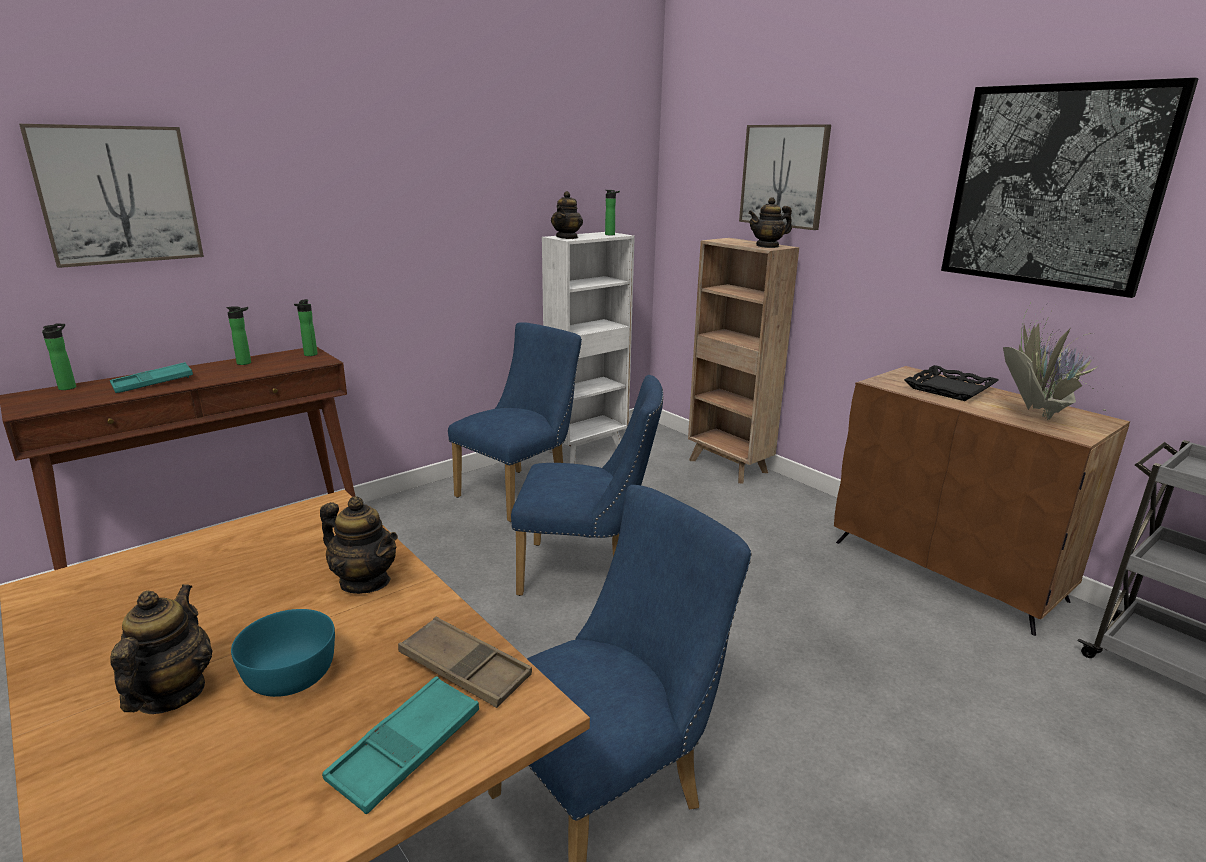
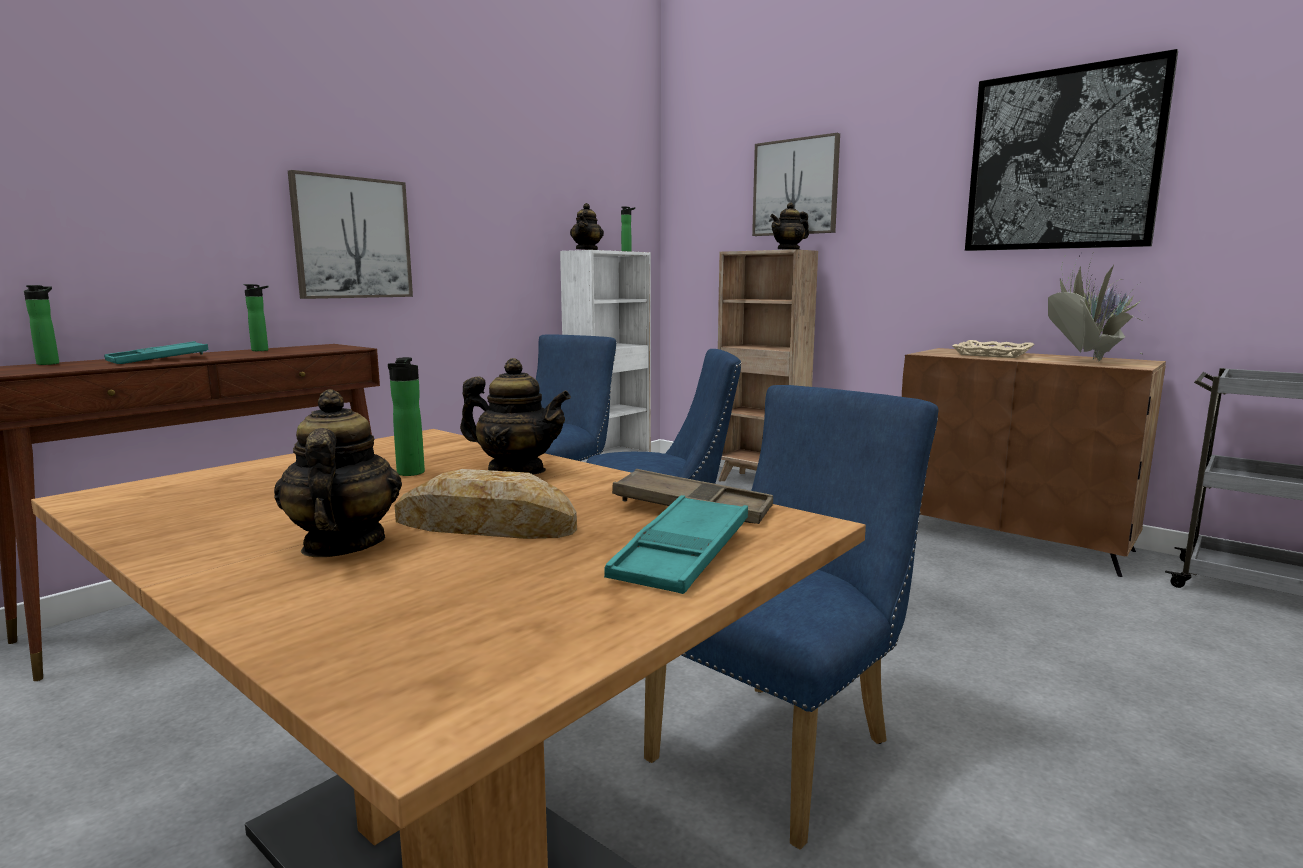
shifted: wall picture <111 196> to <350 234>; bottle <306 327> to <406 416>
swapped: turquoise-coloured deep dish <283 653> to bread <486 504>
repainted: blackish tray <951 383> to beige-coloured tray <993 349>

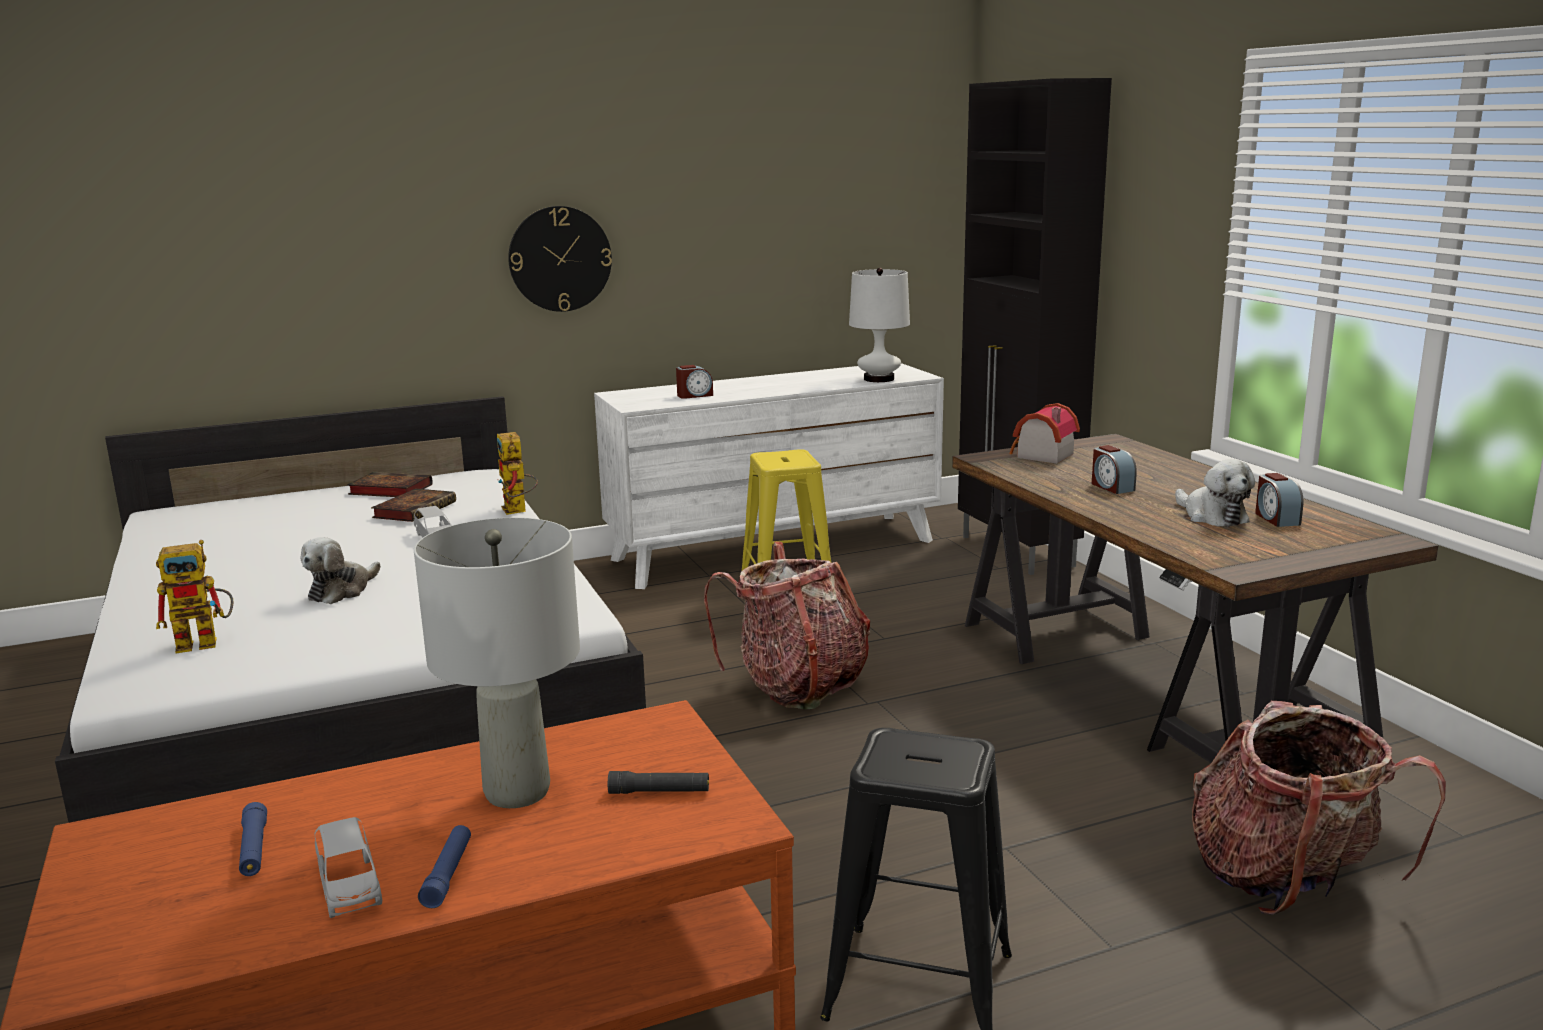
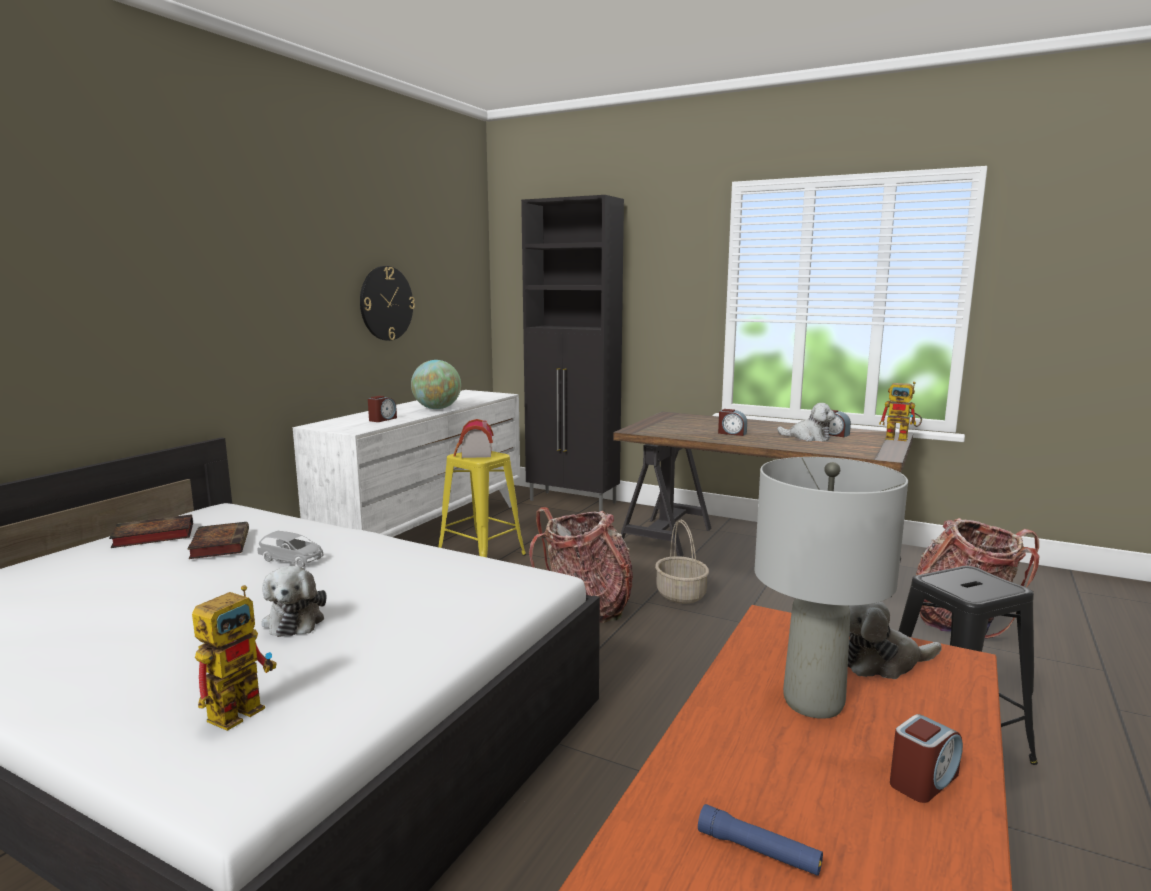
gone: gray miniature car <348 867>; whitish lamp for a table <879 325>
new: world globe <436 384>; household basket <682 562>
shifted: hanging clock <560 259> to <387 303>; toy house <1045 433> to <473 438>; toy robot <517 473> to <900 411>
swapped: blackish torch <658 782> to soft toy <895 640>; bluish torch <444 866> to bedside clock <926 758>

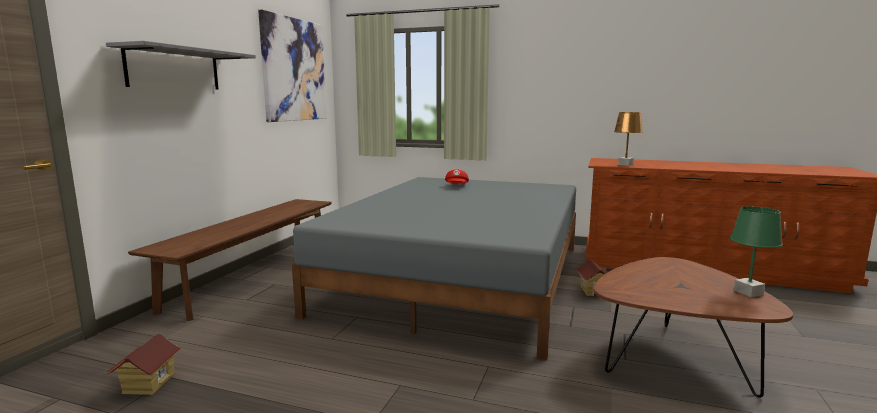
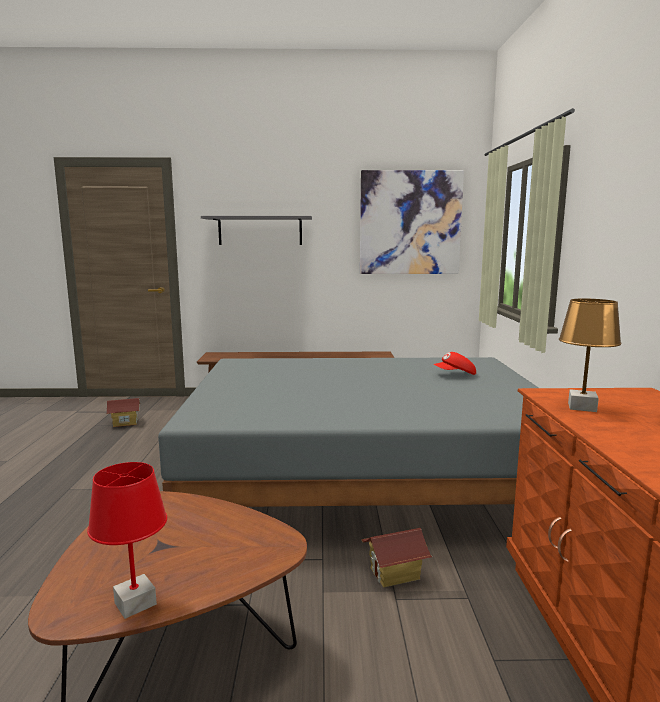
repainted: greenish lamp for a table <756 251> to reddish lamp for a table <127 540>

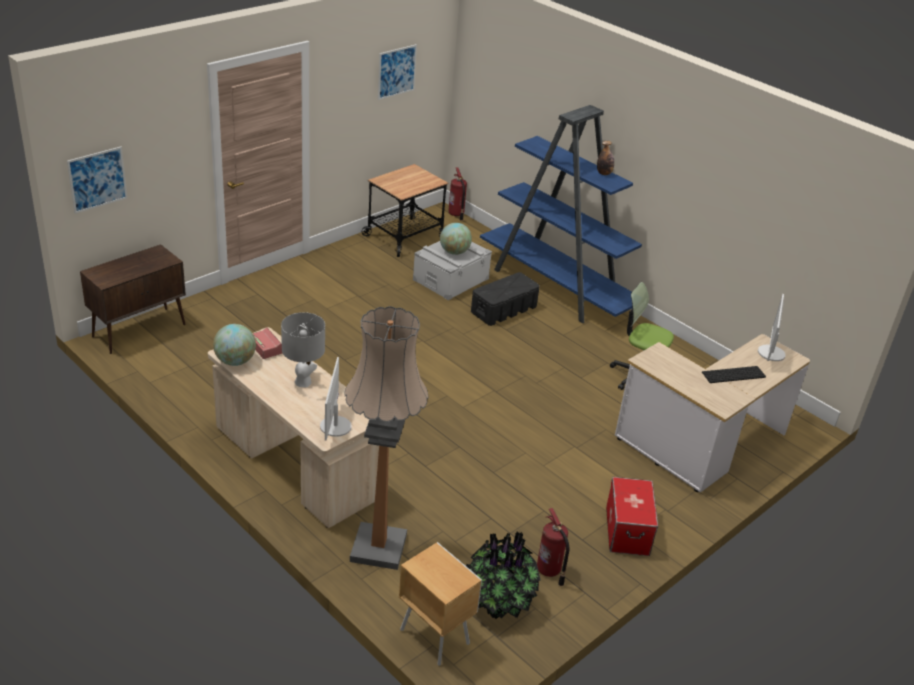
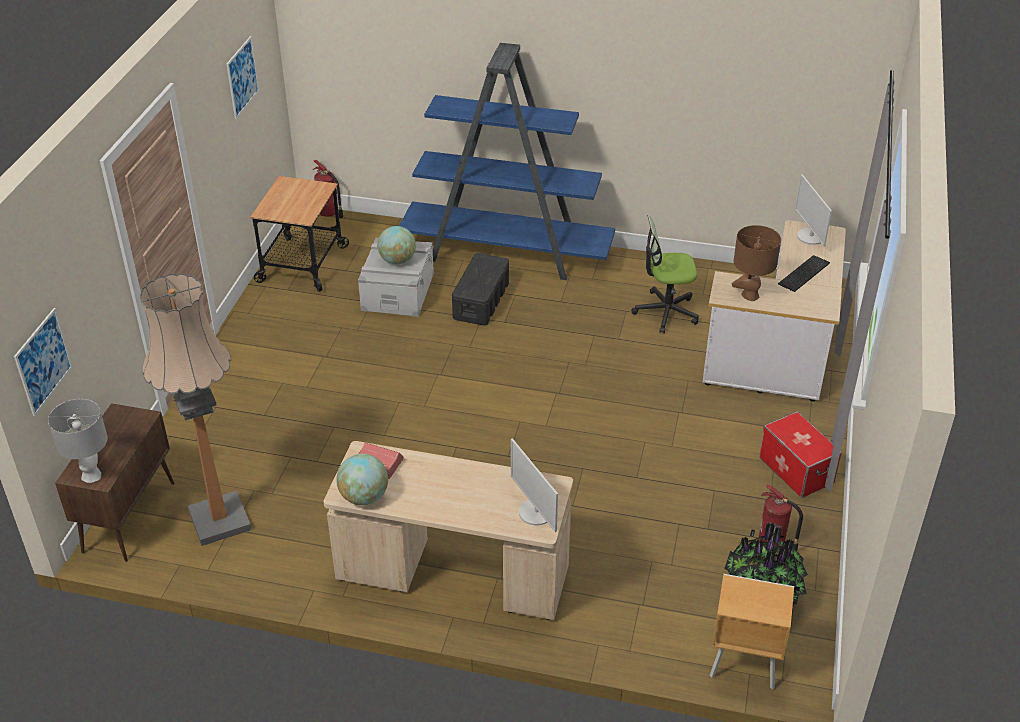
gone: bottle <605 158>
new: brownish lamp for a table <756 263>
shifted: gray lamp for a table <303 349> to <78 441>; standard lamp <386 438> to <195 409>

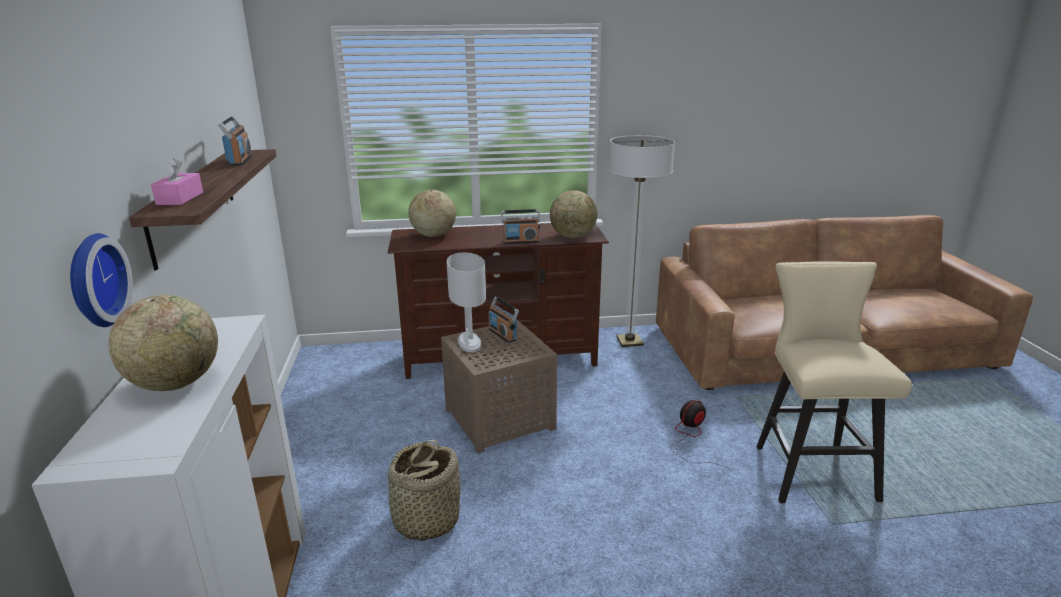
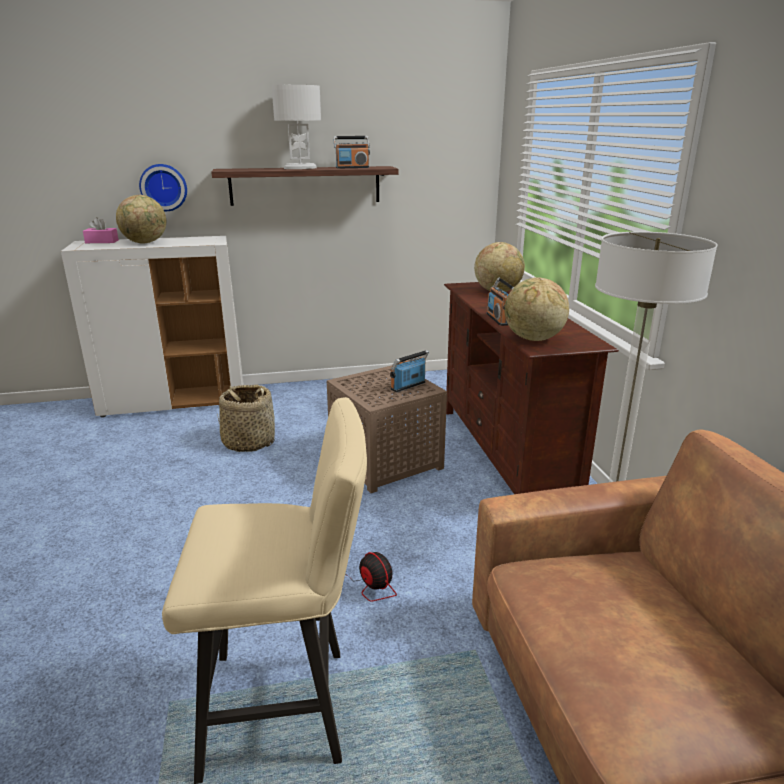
shifted: pink box of tissues <177 181> to <101 230>; whitish lamp for a table <466 302> to <296 127>

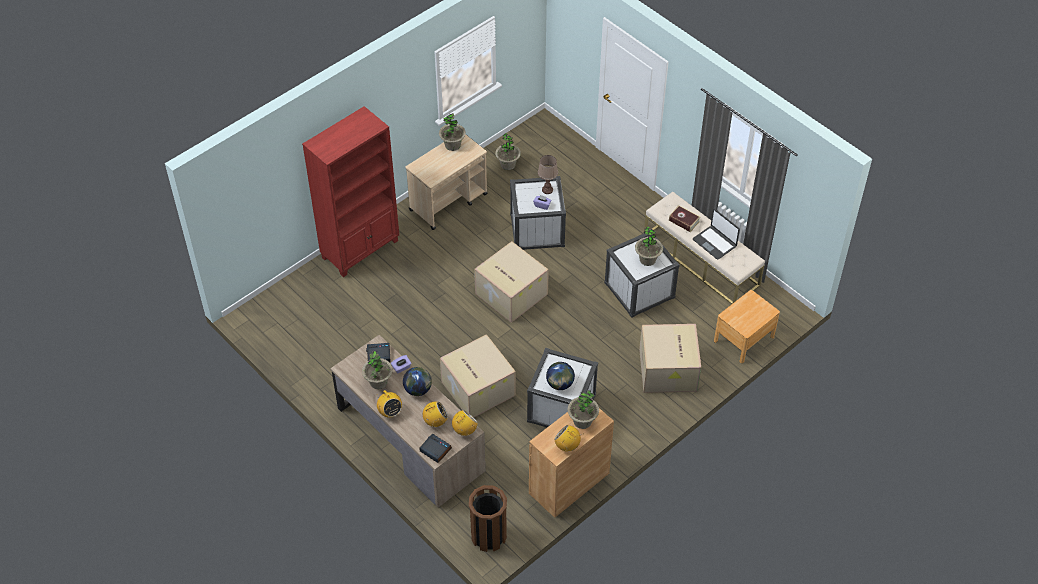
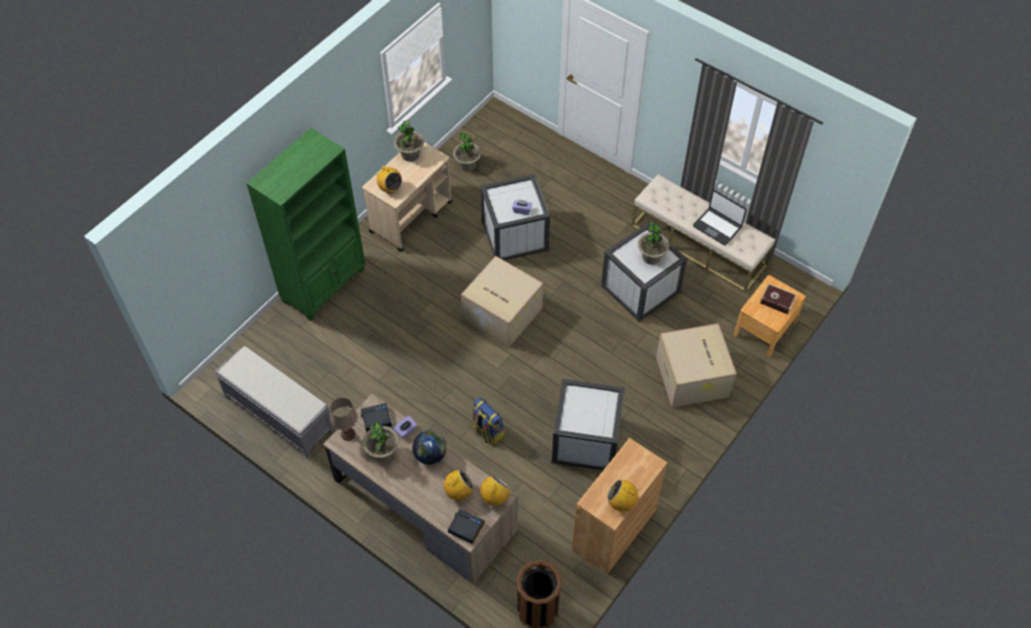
gone: world globe <560 376>; plant in a pot <583 409>
new: gray long seat <274 402>
shifted: brownish lamp for a table <548 174> to <344 419>; radio <389 403> to <389 180>; book <684 218> to <778 299>
swapped: carton <478 376> to backpack <488 421>
repainted: reddish bookshelf <350 191> to greenish bookshelf <305 224>

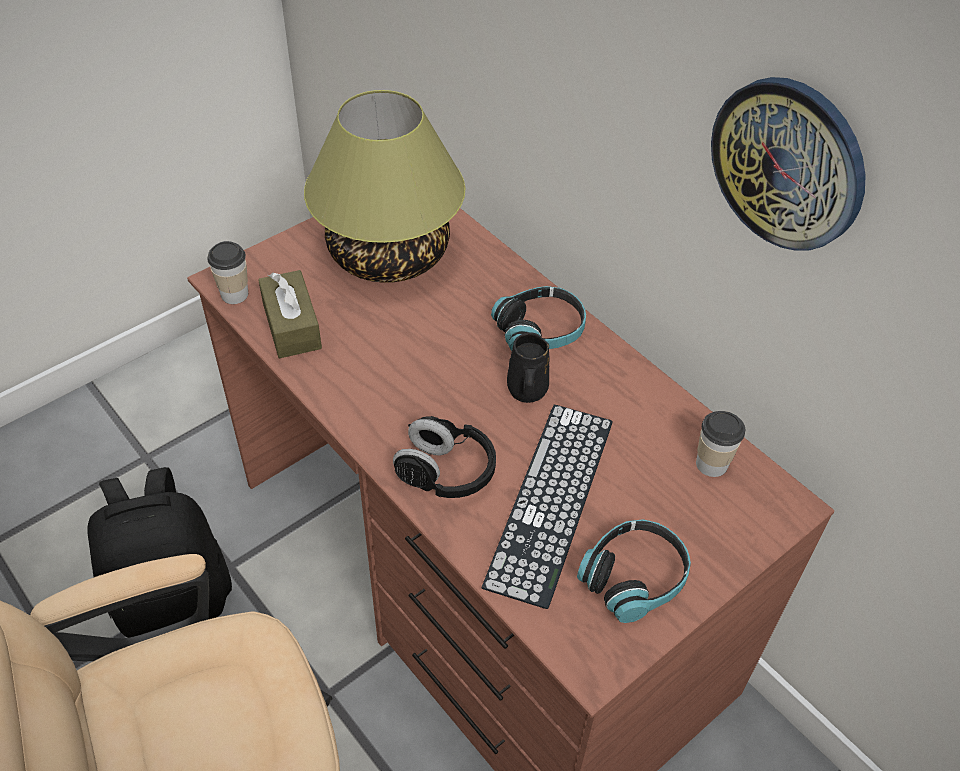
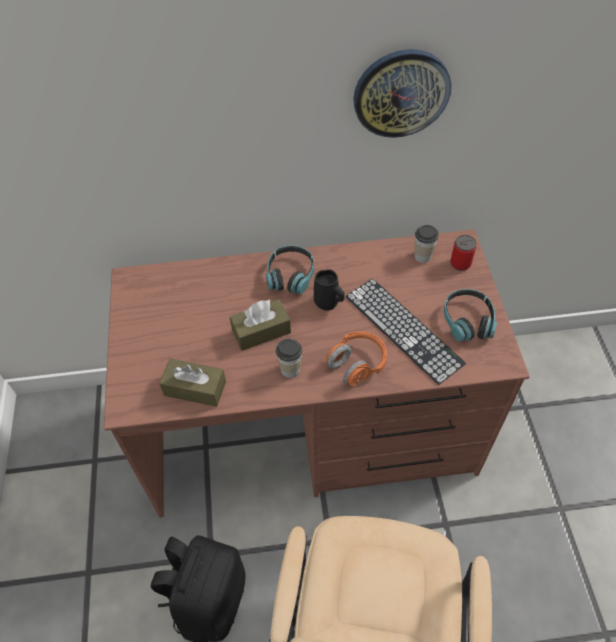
gone: lamp for a table <384 186>
new: brownish box of tissues <260 325>; sealed can <463 253>
shifted: small cup <227 272> to <289 358>
repainted: blackish headset <444 457> to orange headset <355 358>

